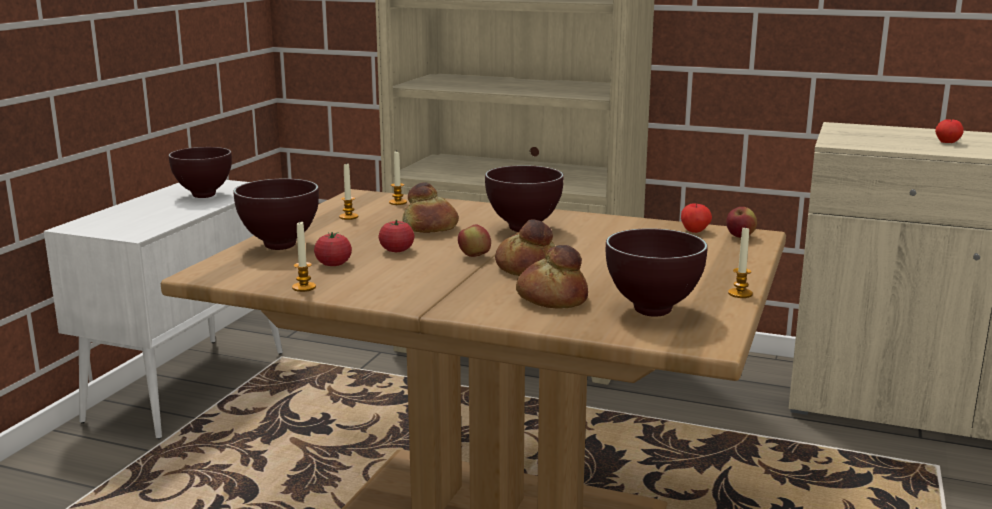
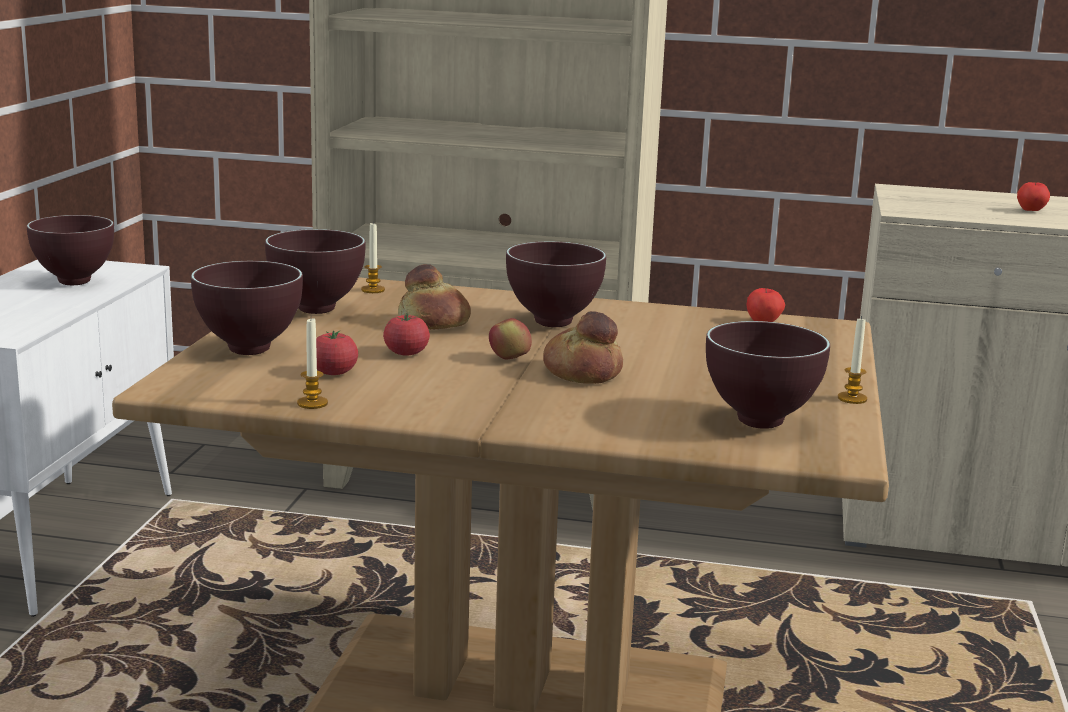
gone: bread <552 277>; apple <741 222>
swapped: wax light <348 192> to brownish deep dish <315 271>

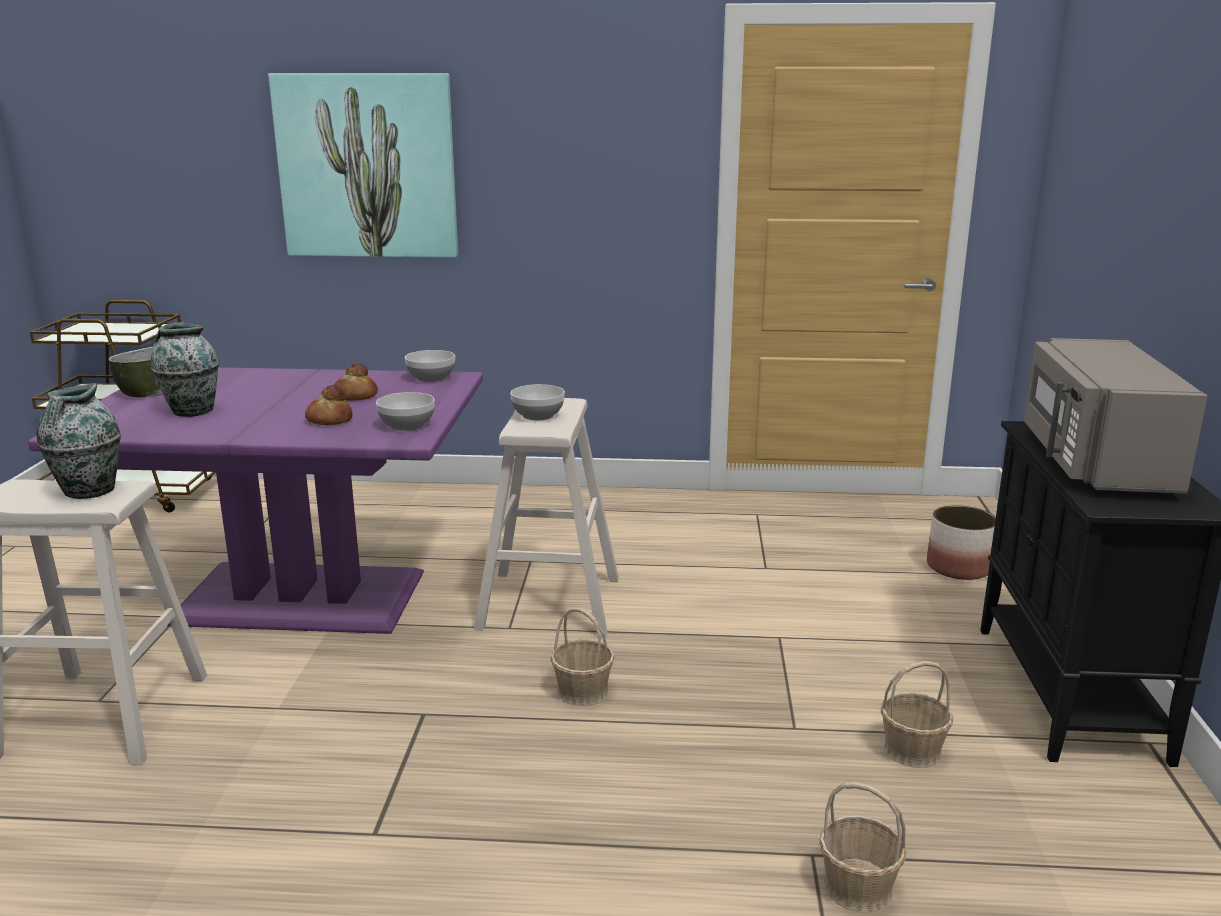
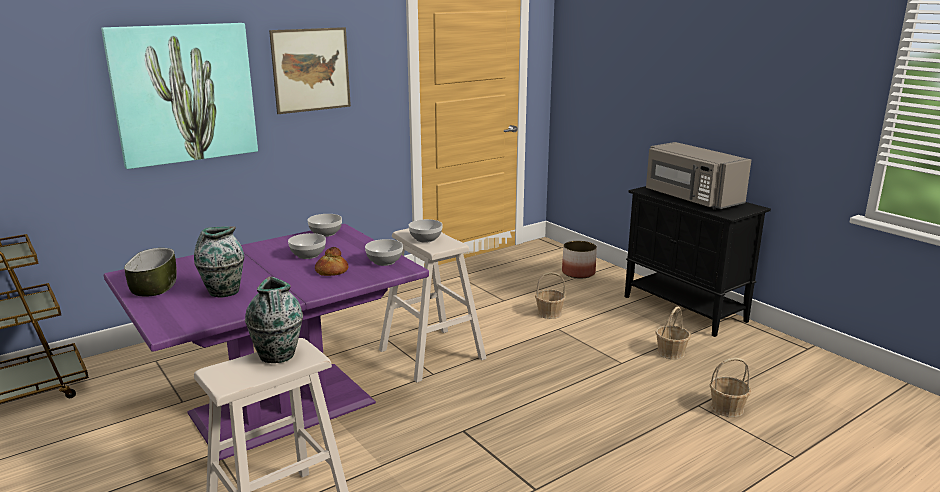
new: wall picture <310 70>
shifted: household basket <582 656> to <550 295>
swapped: bread <356 382> to deep dish <307 246>

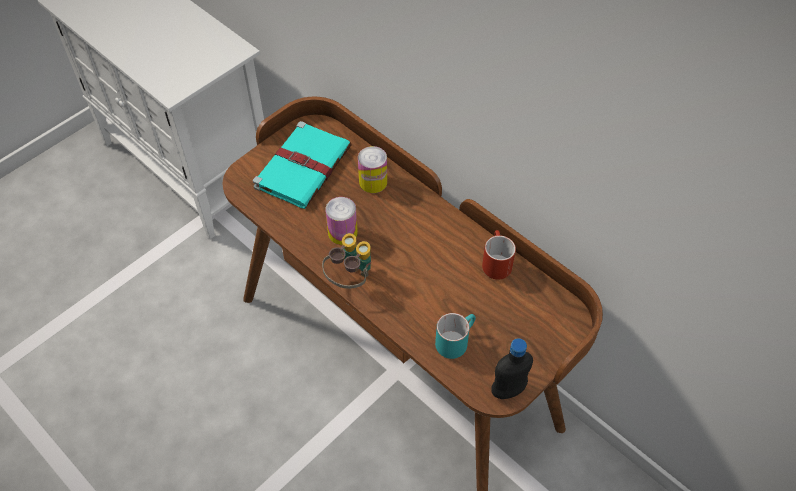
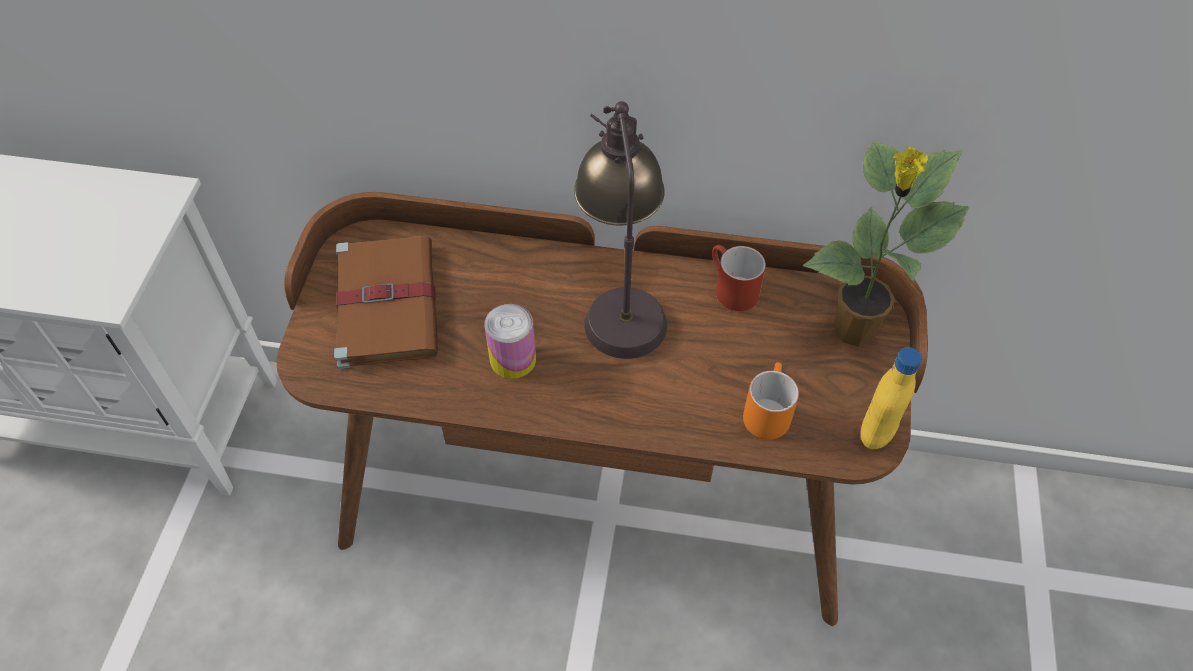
gone: pair of binoculars <346 261>; sealed can <372 169>
new: lamp for a table <620 230>; plant in a pot <886 243>
repainted: turquoise-coloured book <302 165> to brownish book <386 302>; turquoise-coloured mug <455 336> to orange mug <771 401>; blackish bottle <512 368> to yellowish bottle <891 398>

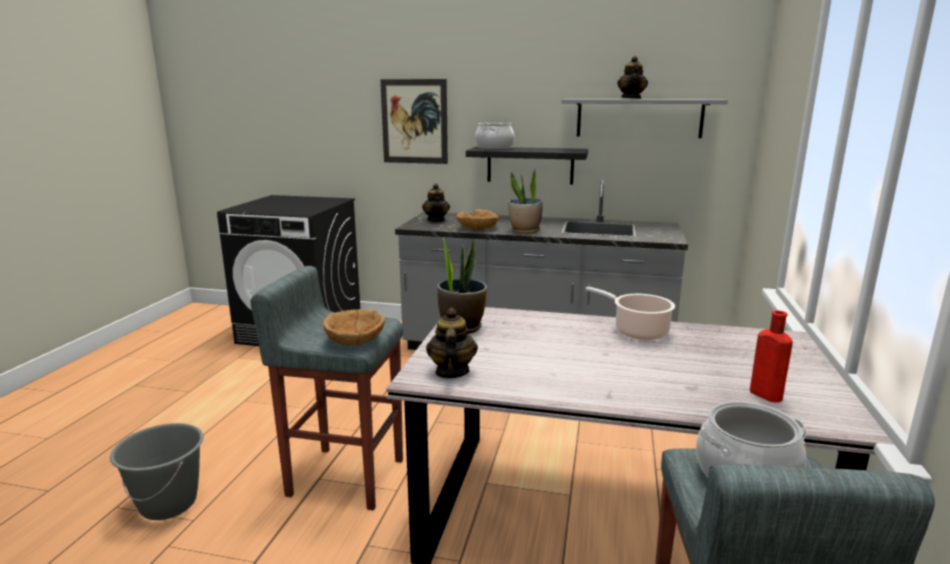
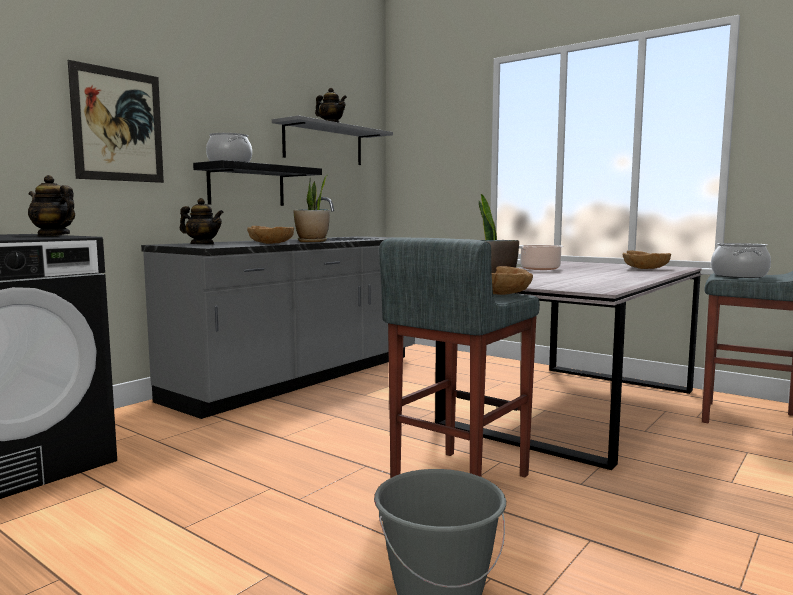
shifted: tea pot <452 343> to <51 205>
swapped: reddish bottle <771 356> to brownish deep dish <647 259>

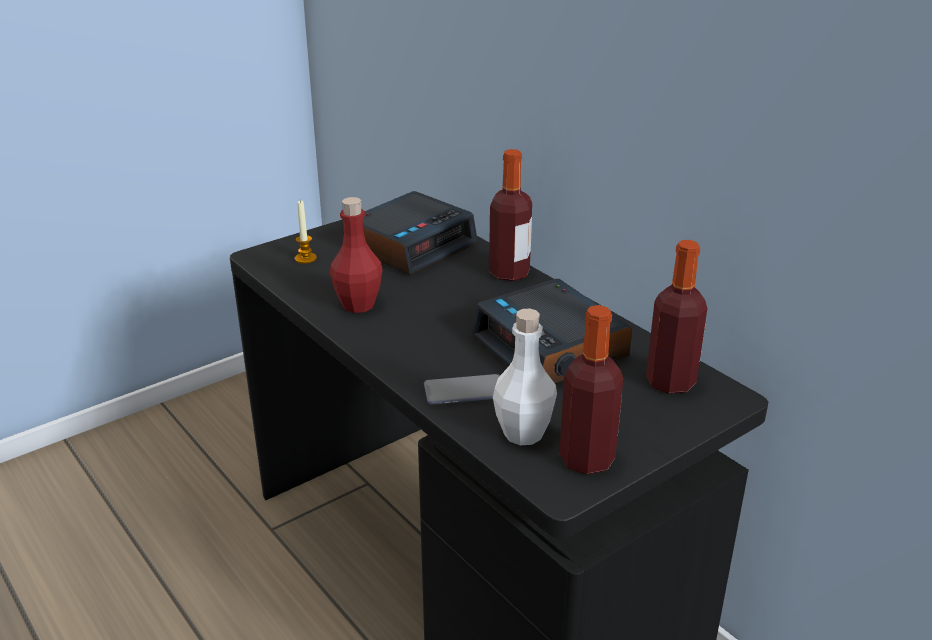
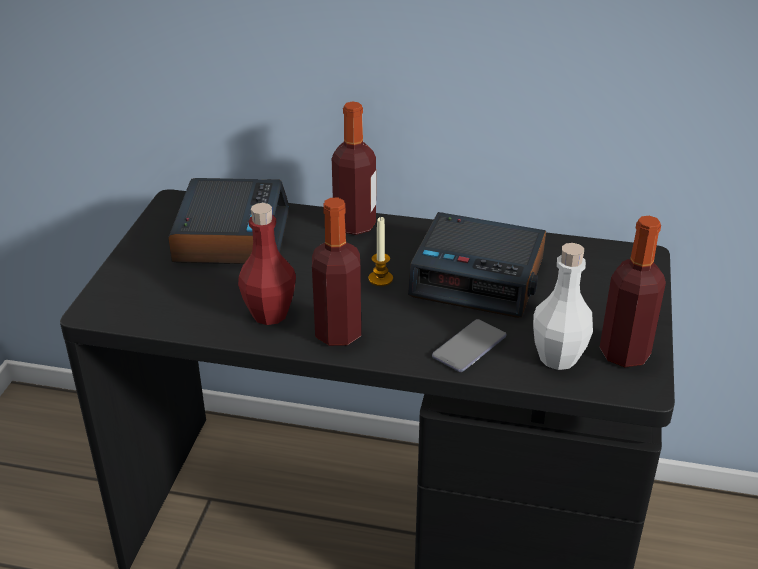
shifted: bottle <676 317> to <336 272>; wax light <306 232> to <380 251>

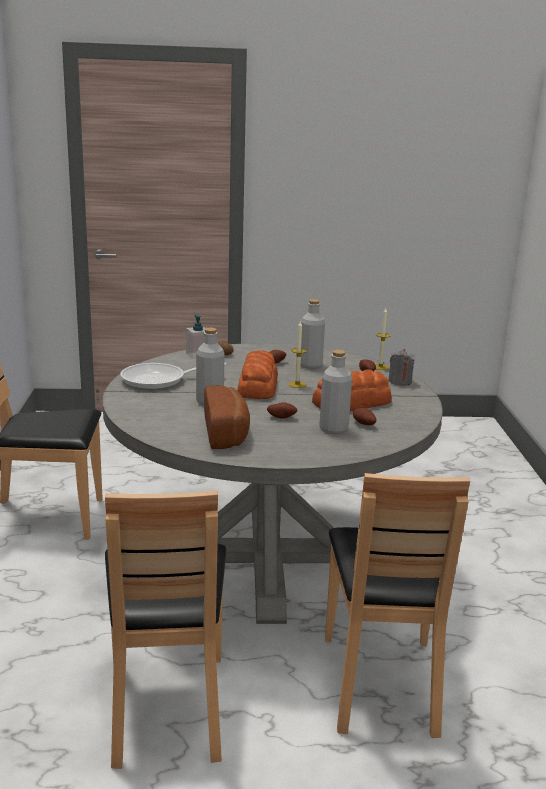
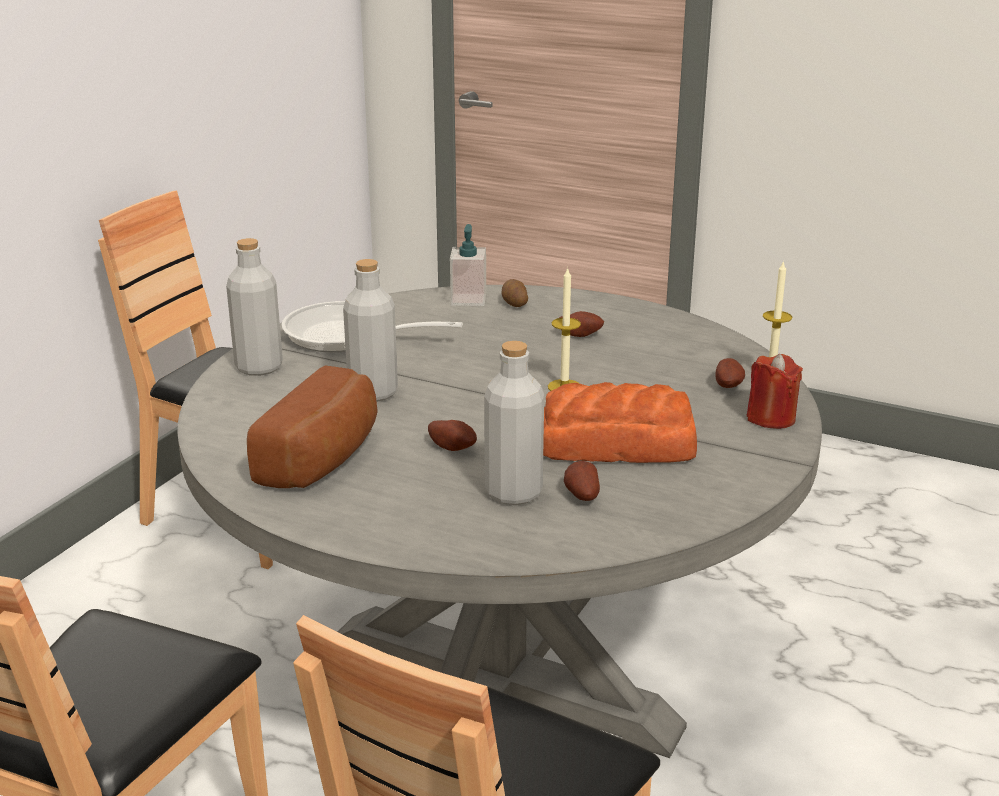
gone: bread <257 374>
shifted: gray bottle <313 334> to <254 307>
repainted: gray wax light <401 367> to reddish wax light <775 391>

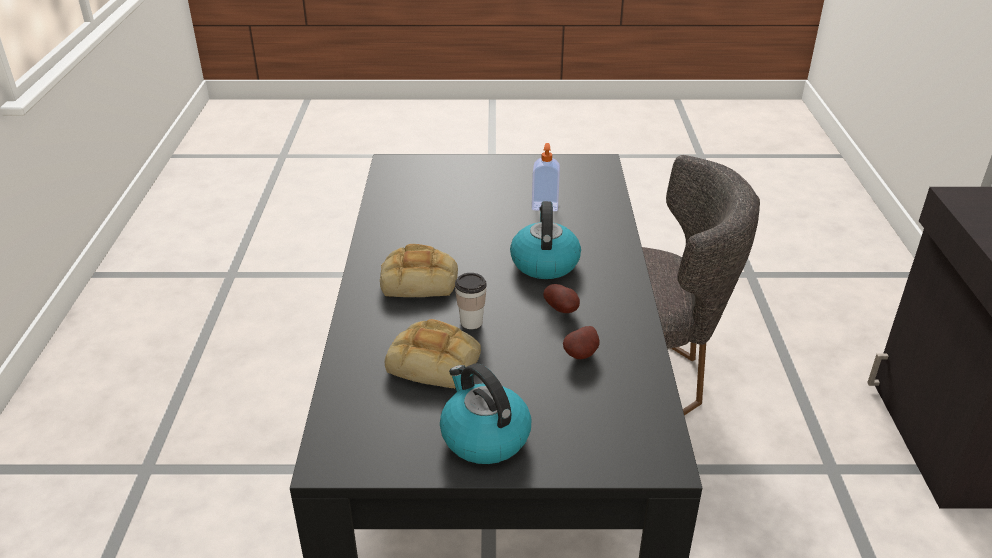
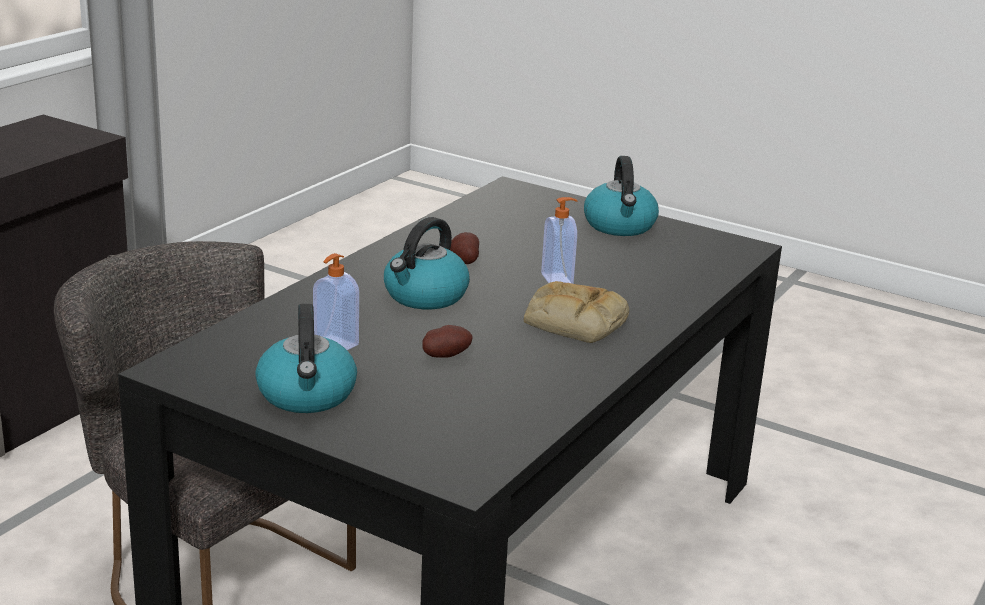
gone: bread <433 354>
new: kettle <306 358>
shifted: whole potato <581 342> to <447 341>
swapped: small cup <471 301> to soap dispenser <559 240>

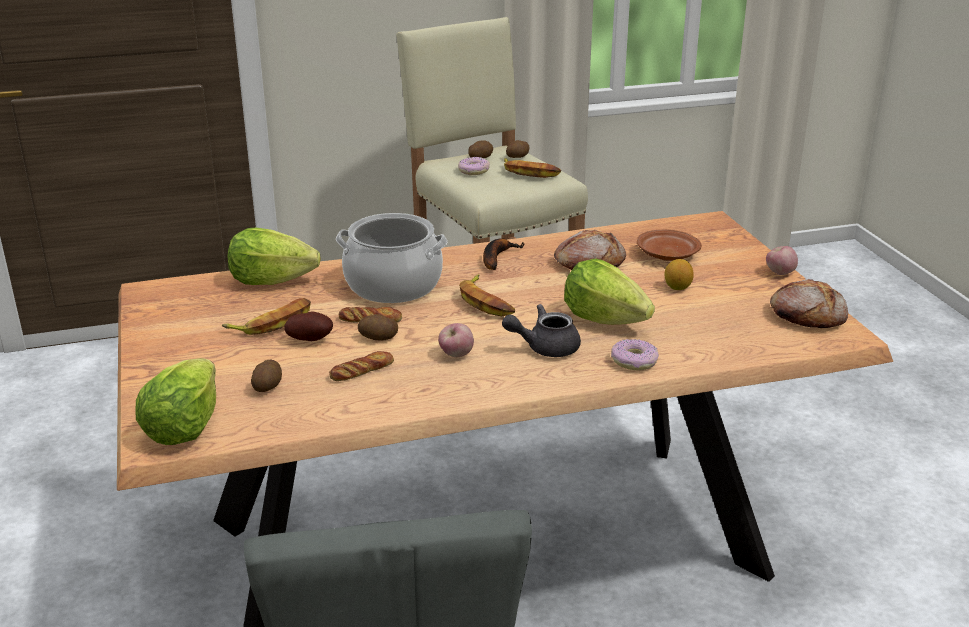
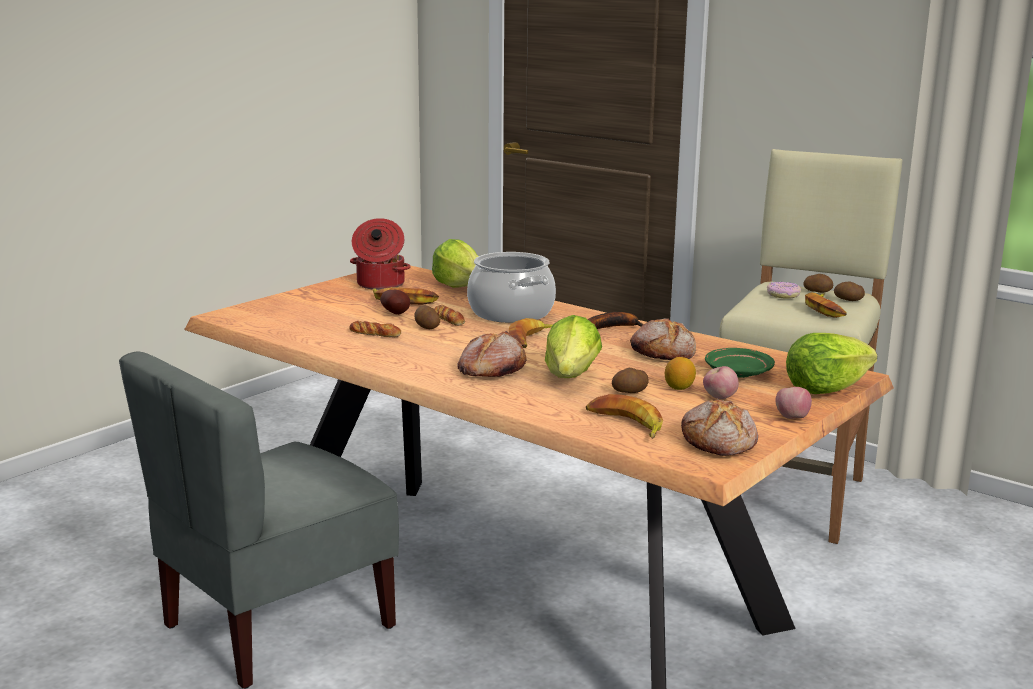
gone: doughnut <635 355>
new: saucepot <380 254>; banana <624 416>
shifted: whole potato <266 376> to <630 380>; apple <456 340> to <721 382>; lettuce <175 401> to <831 363>
swapped: gray tea pot <541 330> to bread <492 354>
repainted: brownish plate <669 245> to greenish plate <740 363>

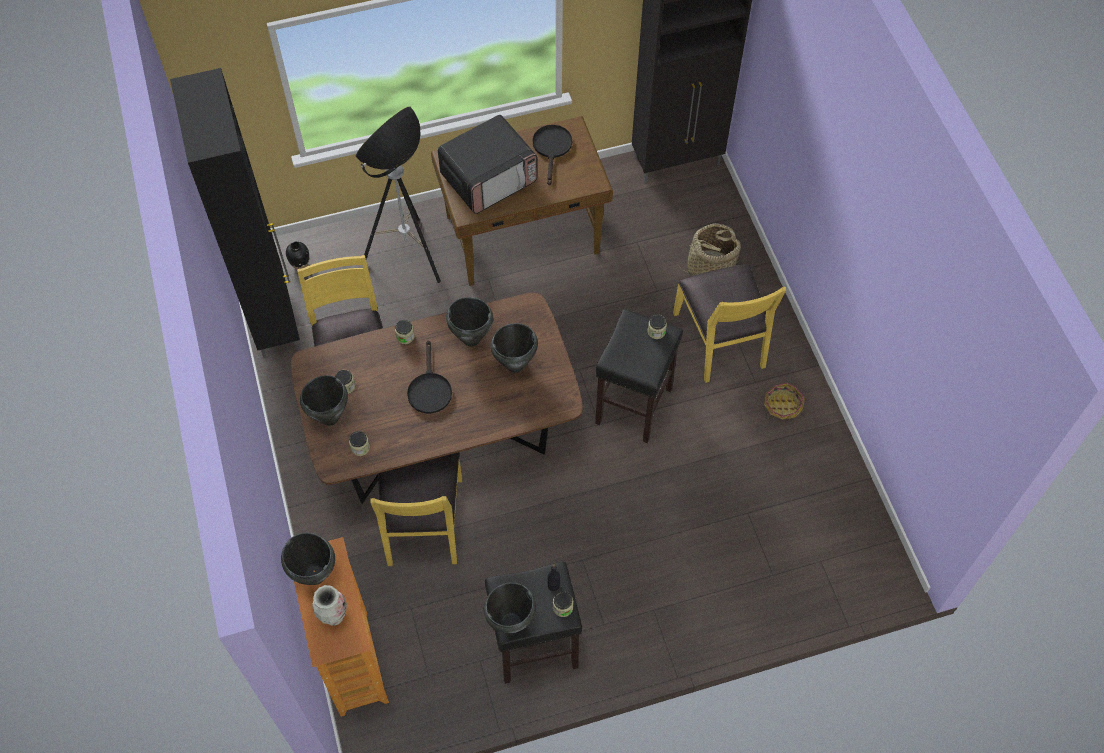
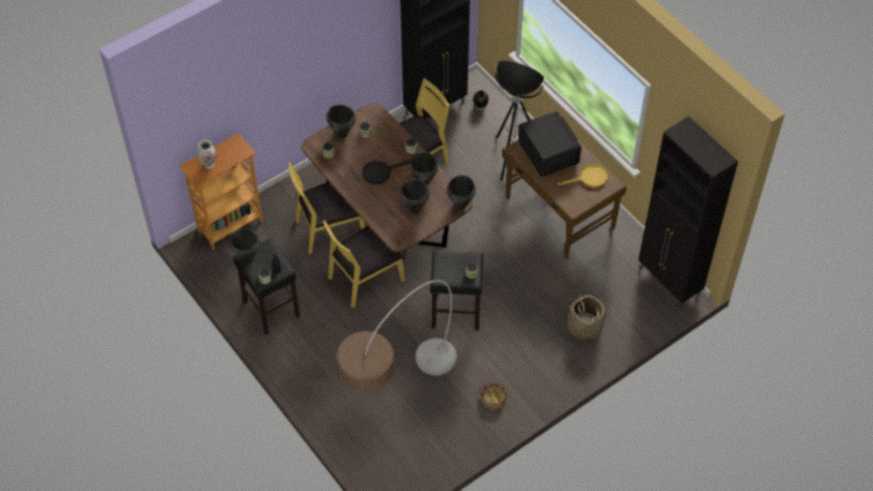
new: standard lamp <397 335>
shifted: yellowish upright chair <729 323> to <364 264>; blackish saucepot <308 559> to <461 192>
repainted: blackish pan <552 155> to yellowish pan <583 175>
rotated: microwave oven <487 164> = <550 143> 150 degrees counterclockwise

